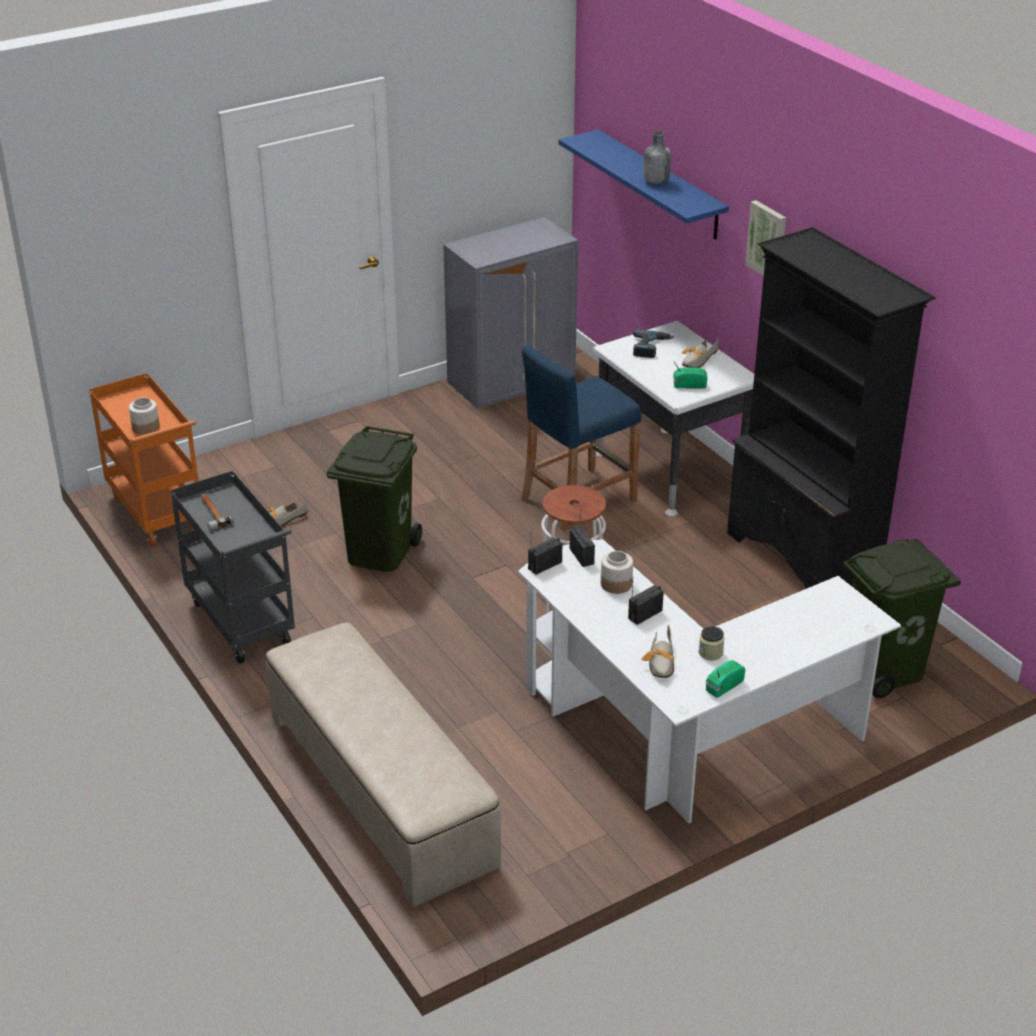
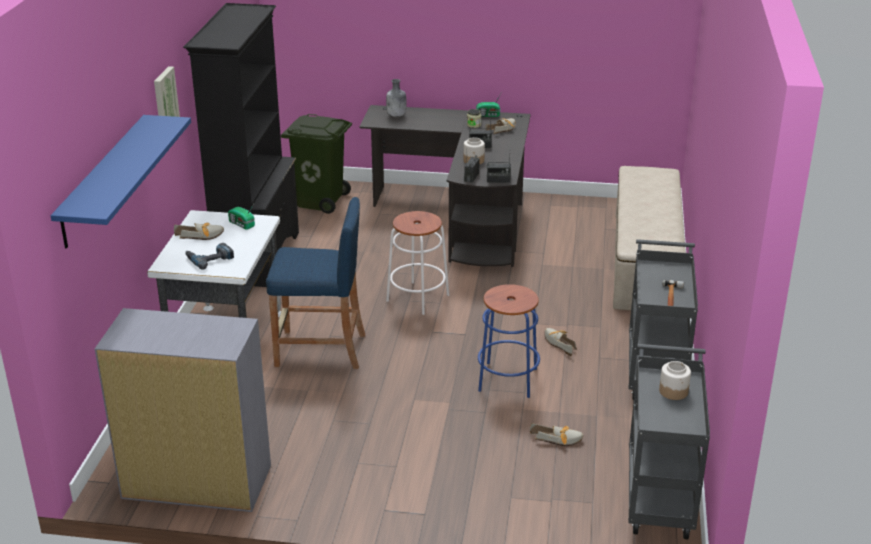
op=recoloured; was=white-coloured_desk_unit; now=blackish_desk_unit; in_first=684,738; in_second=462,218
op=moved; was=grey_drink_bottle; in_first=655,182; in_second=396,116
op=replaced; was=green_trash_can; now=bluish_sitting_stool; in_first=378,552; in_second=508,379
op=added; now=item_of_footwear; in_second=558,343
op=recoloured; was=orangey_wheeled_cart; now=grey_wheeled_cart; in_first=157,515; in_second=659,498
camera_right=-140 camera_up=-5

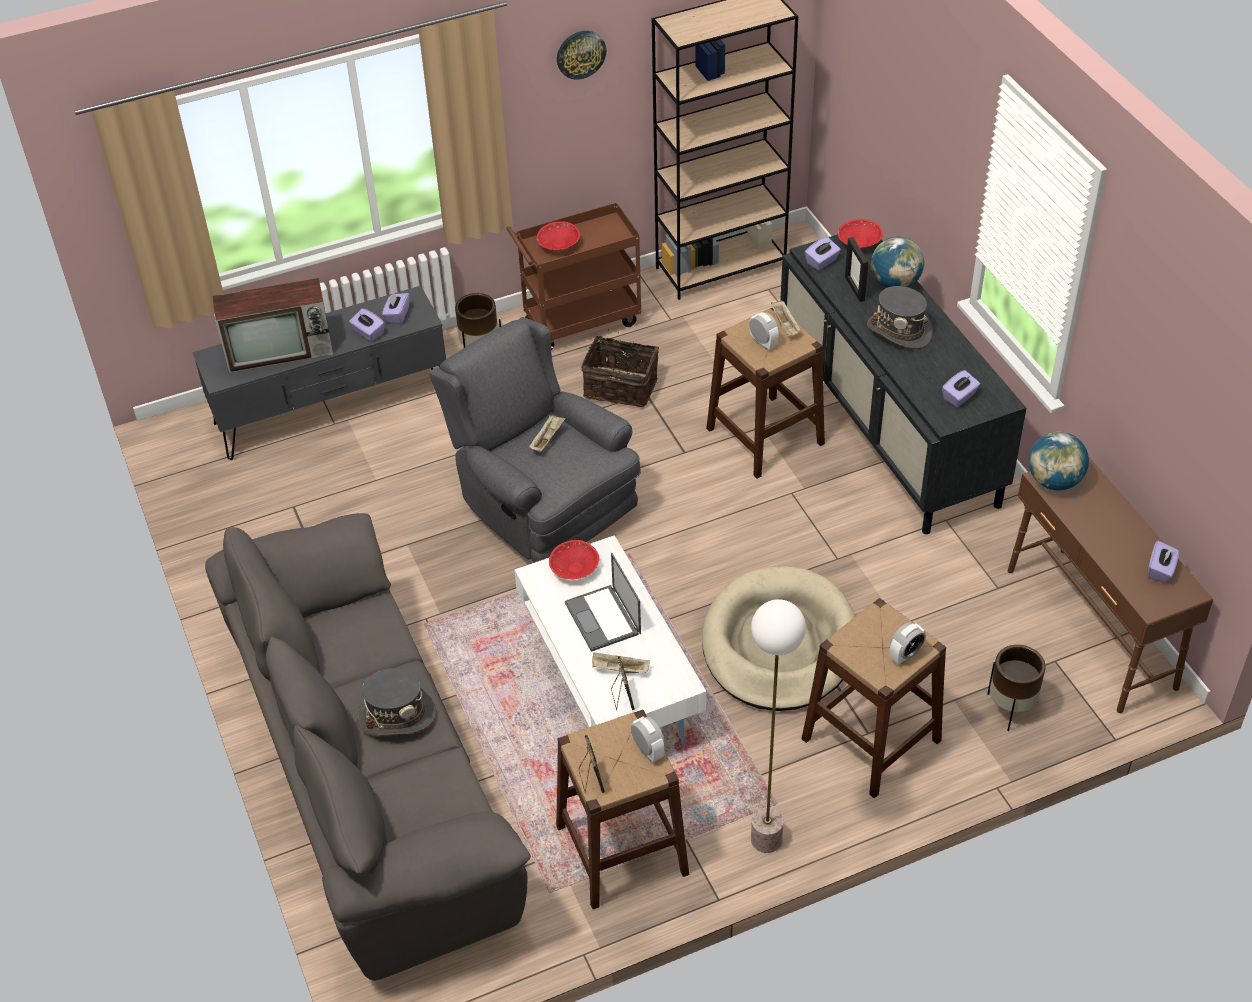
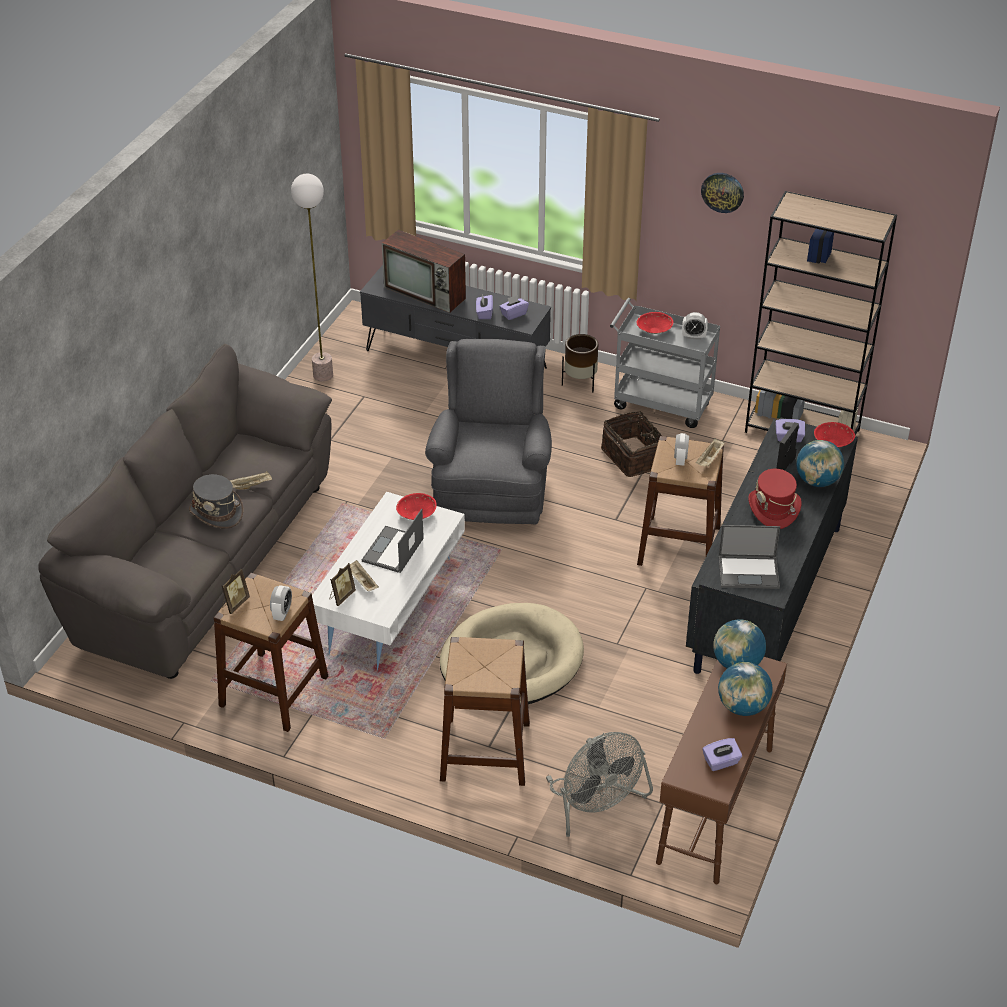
op=moved; was=beige_serving_tray; in_first=547,439; in_second=251,486
op=moved; was=floor_lamp; in_first=765,839; in_second=322,375
op=replaced; was=brown_flower_pot; now=grey_fan; in_first=1010,708; in_second=593,804
op=recoloured; was=brown_wheeled_cart; now=grey_wheeled_cart; in_first=578,326; in_second=659,407
op=moved; was=alarm_clock; in_first=905,655; in_second=693,336
op=replaced; was=purple_tissue_holder; now=laptop; in_first=959,397; in_second=749,572
op=added; now=globe; in_second=742,707
op=recoloured; was=grey_hat; now=reddish_hat; in_first=899,330; in_second=773,509
camera_right=45 camera_up=-5

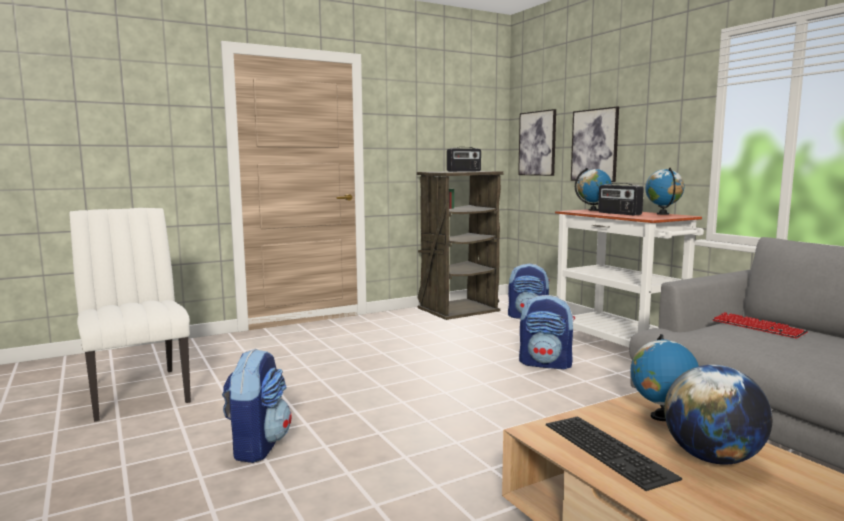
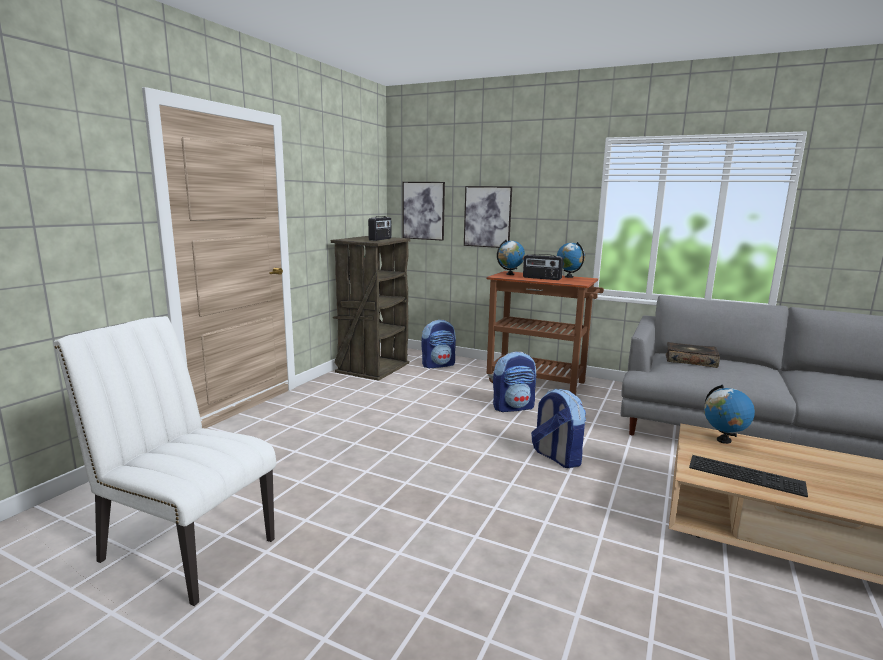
op=recoloured; was=white-coloured_wheeled_cart; now=brown_wheeled_cart; in_first=619,348; in_second=538,382
op=moved; was=backpack; in_first=257,446; in_second=556,457
op=replaced; was=keyboard; now=volume; in_first=757,327; in_second=690,361
op=removed; was=globe; in_first=713,458
camera_right=-35 camera_up=5

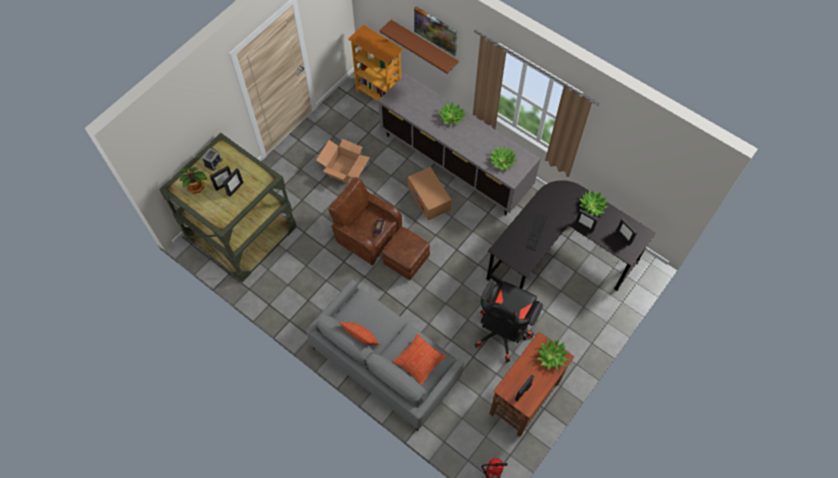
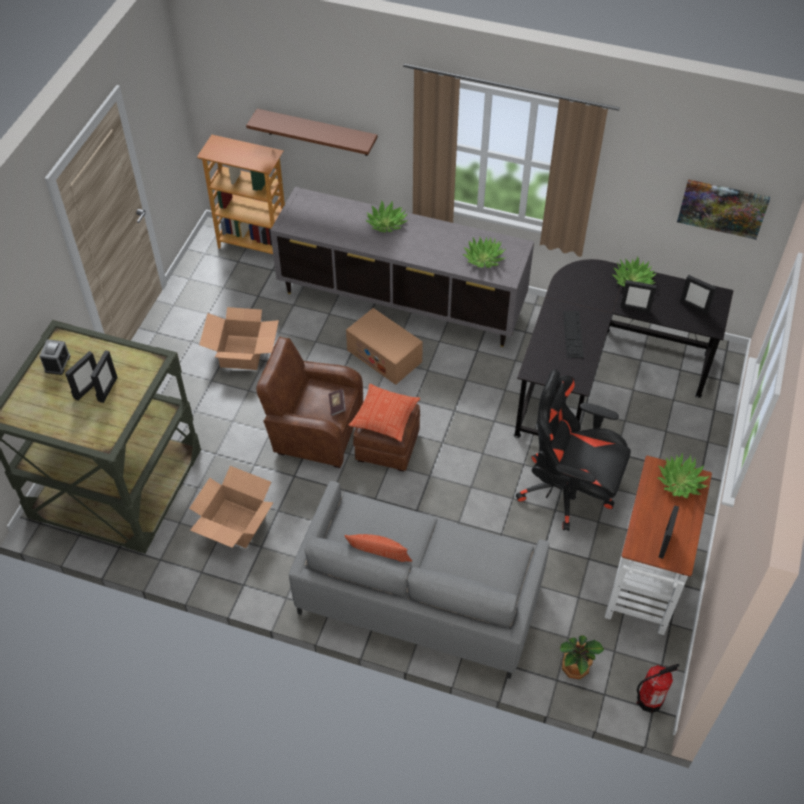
op=added; now=packing_box; in_second=235,524
op=moved; was=orangey_cushion; in_first=419,361; in_second=385,418
op=turned; was=blackish_office_chair; in_first=504,328; in_second=571,494; clockwise=105
op=moved; was=houseplant; in_first=196,187; in_second=576,668
op=recoloured; was=brown_wheeled_cart; now=white-coloured_wheeled_cart; in_first=523,400; in_second=644,583
op=moved; was=picture; in_first=436,30; in_second=722,208
camera_right=-20 camera_up=-10

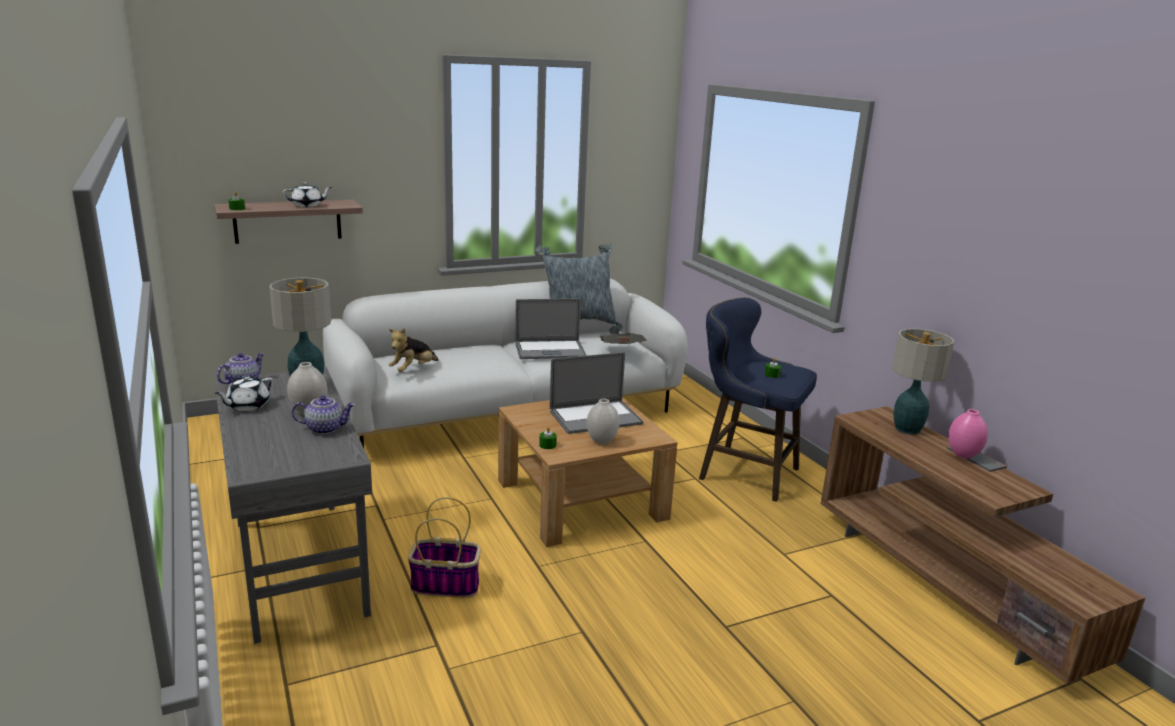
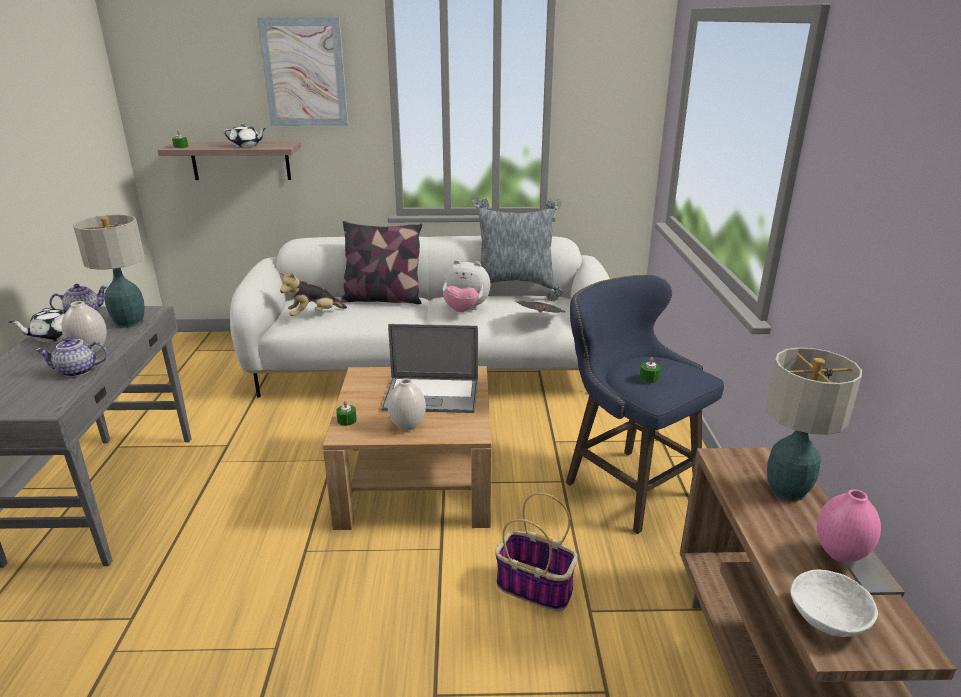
op=turned; was=teapot; in_first=325,428; in_second=76,371; clockwise=150
op=added; now=picture; in_second=304,73
op=added; now=cushion; in_second=382,299
op=replaced; was=laptop; now=plush_toy; in_first=550,350; in_second=465,310
op=moved; was=storage_basket; in_first=446,585; in_second=536,587
op=added; now=white-coloured_deep_dish; in_second=828,618
camera_right=25 camera_up=5

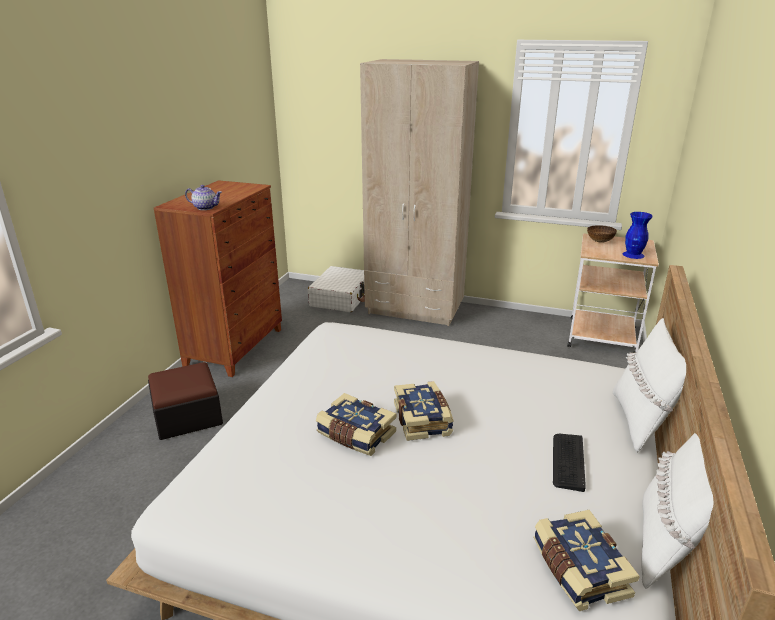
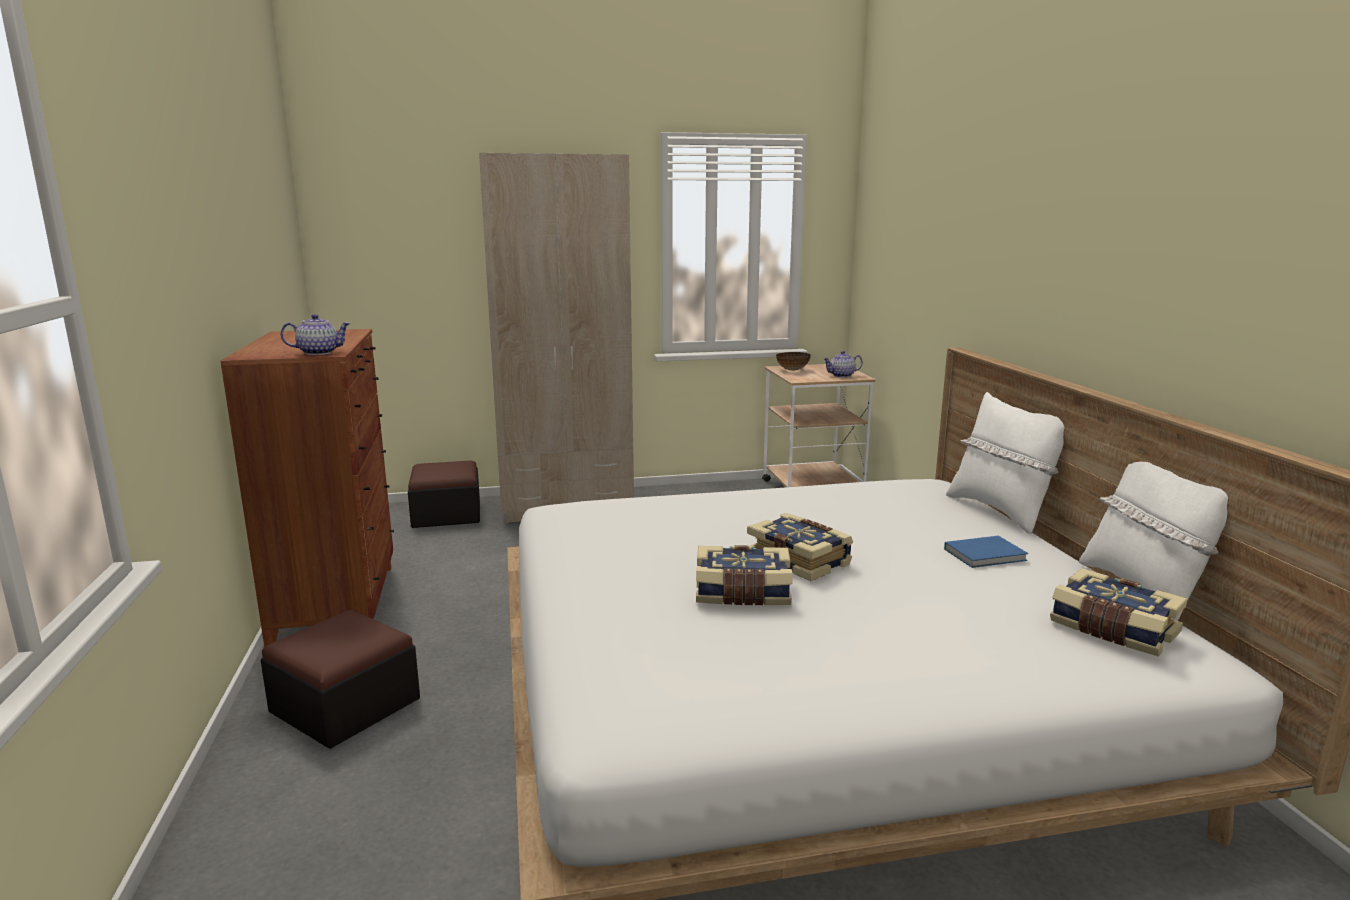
op=replaced; was=white-coloured_suitcase; now=footrest; in_first=341,298; in_second=446,514
op=replaced; was=bluish_vase; now=teapot; in_first=633,255; in_second=841,375
op=replaced; was=keyboard; now=bluish_volume; in_first=568,461; in_second=987,555
camera_right=-30 camera_up=-10

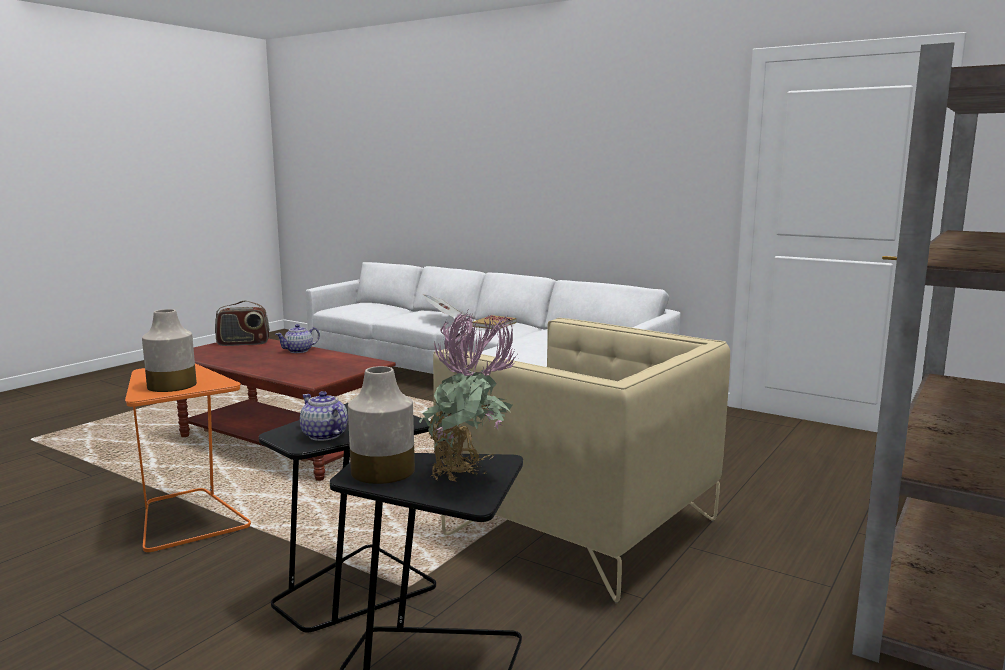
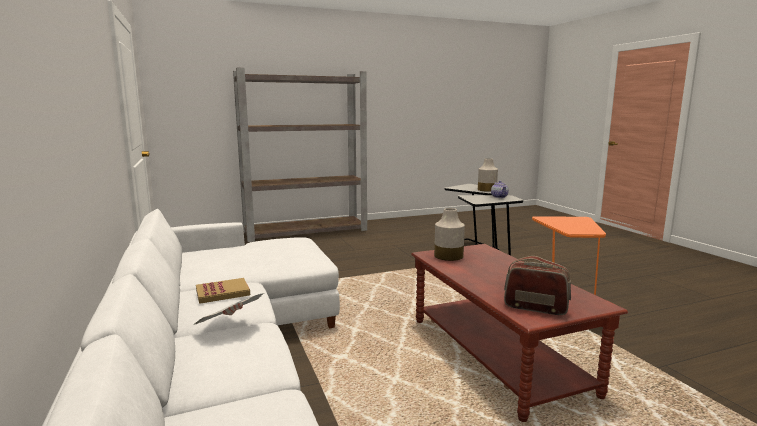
op=moved; was=beige_vase; in_first=172,385; in_second=448,256
op=removed; was=teapot; in_first=299,351
op=removed; was=houseplant; in_first=468,478
op=removed; was=beige_armchair; in_first=580,527
camera_right=-145 camera_up=0

